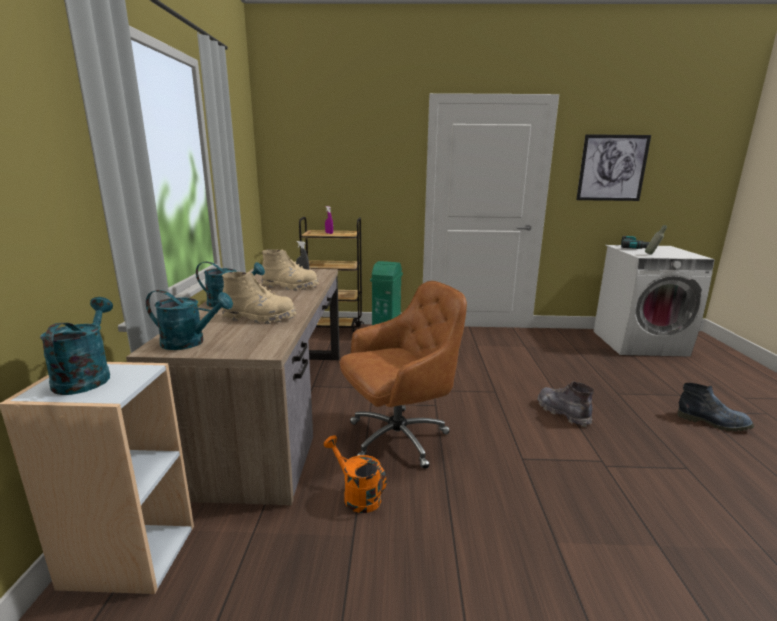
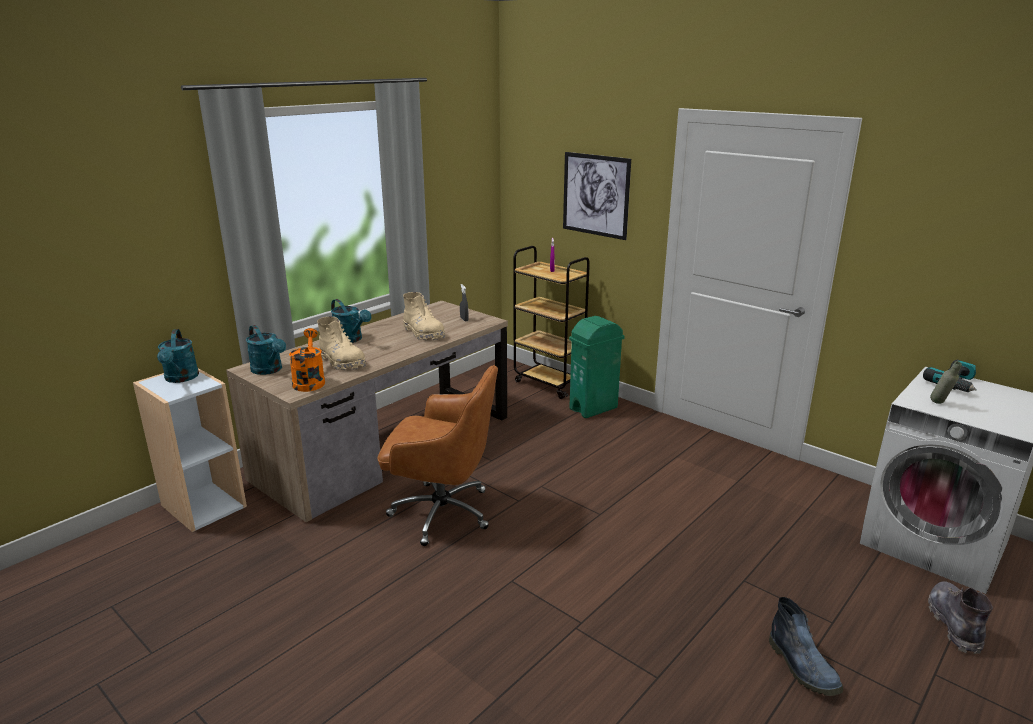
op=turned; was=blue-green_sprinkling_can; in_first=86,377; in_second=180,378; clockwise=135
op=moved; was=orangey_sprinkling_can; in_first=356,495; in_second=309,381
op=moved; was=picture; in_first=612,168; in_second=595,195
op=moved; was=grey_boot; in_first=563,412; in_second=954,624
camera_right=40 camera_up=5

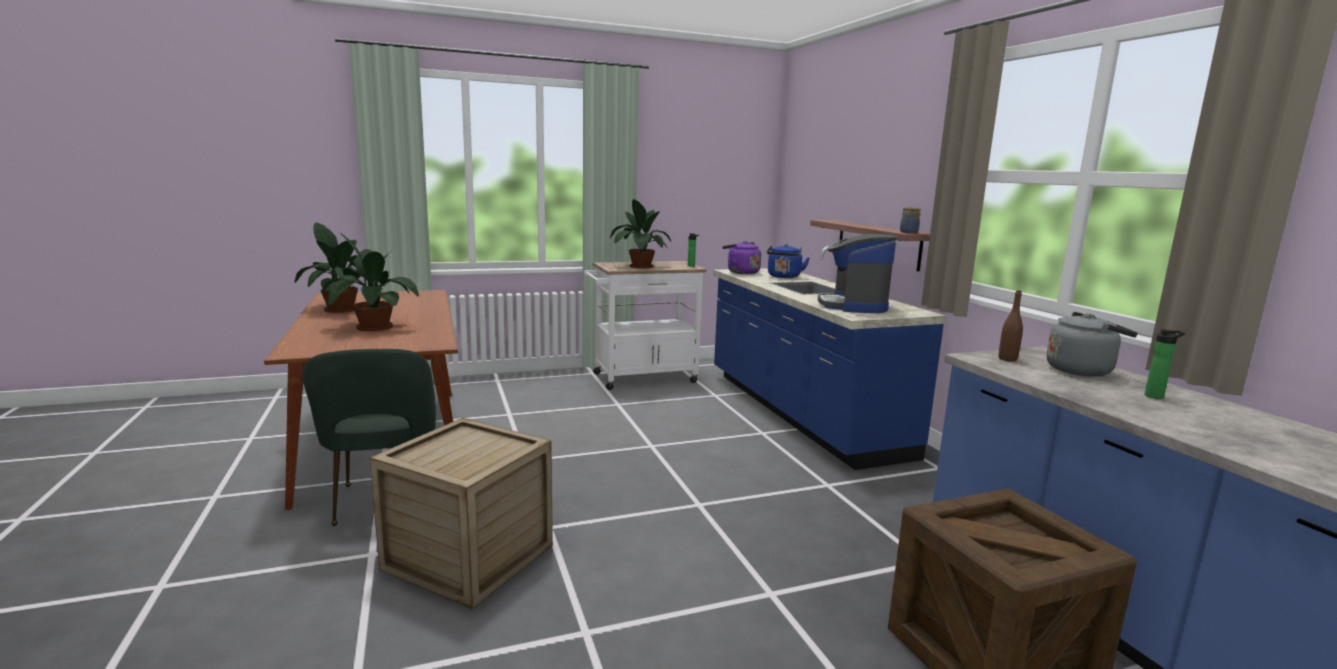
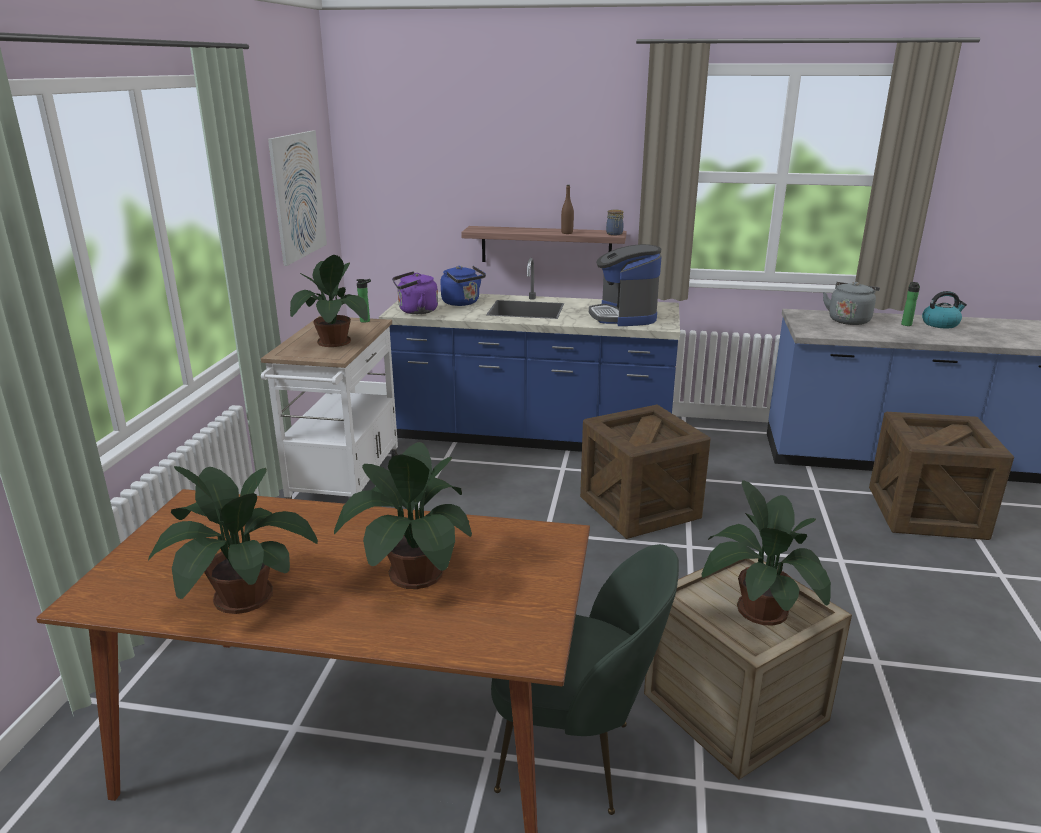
op=added; now=picture; in_second=298,196
op=moved; was=brown_drink_bottle; in_first=1007,359; in_second=567,233
op=added; now=crate; in_second=639,508
op=turned; was=coffee_machine; in_first=853,306; in_second=623,316; clockwise=45
op=added; now=houseplant; in_second=758,607
op=added; now=kettle; in_second=940,324
camera_right=-60 camera_up=10

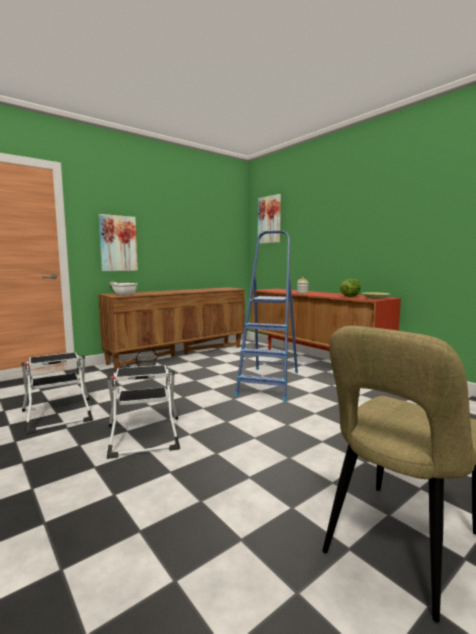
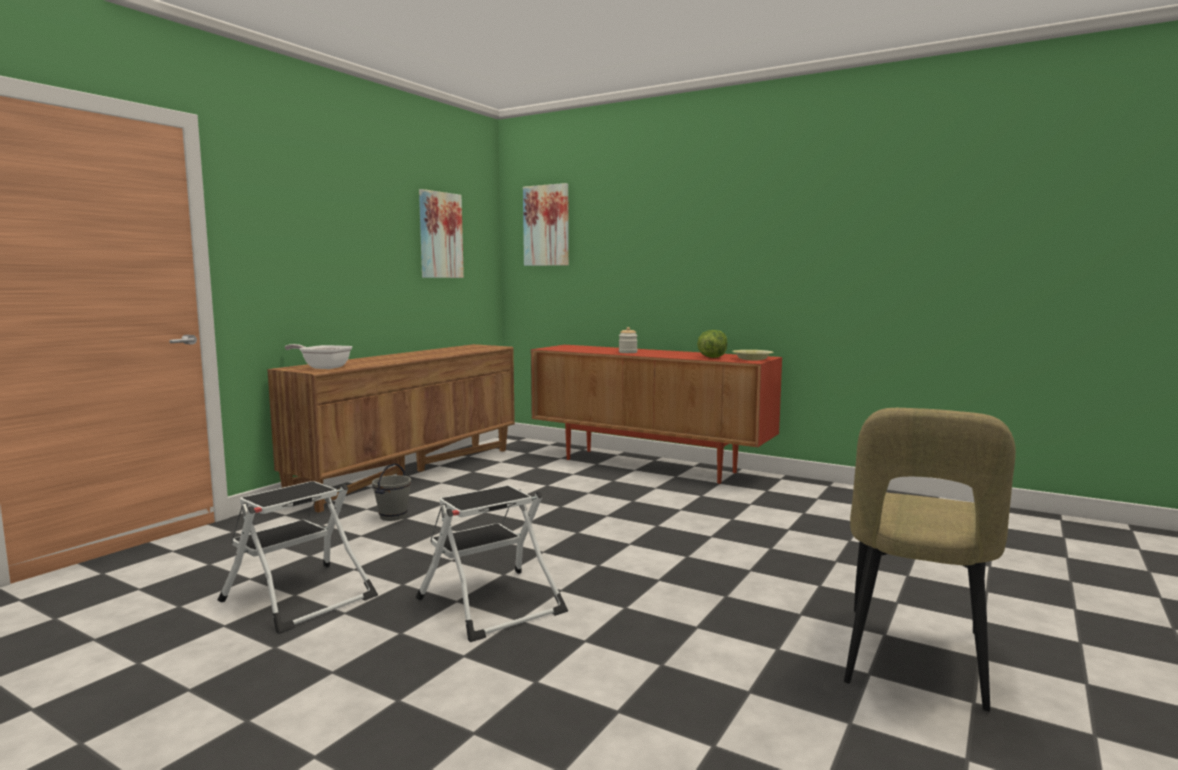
op=moved; was=picture; in_first=118,243; in_second=440,235
op=removed; was=bluish_stepladder; in_first=269,383
camera_right=-20 camera_up=0

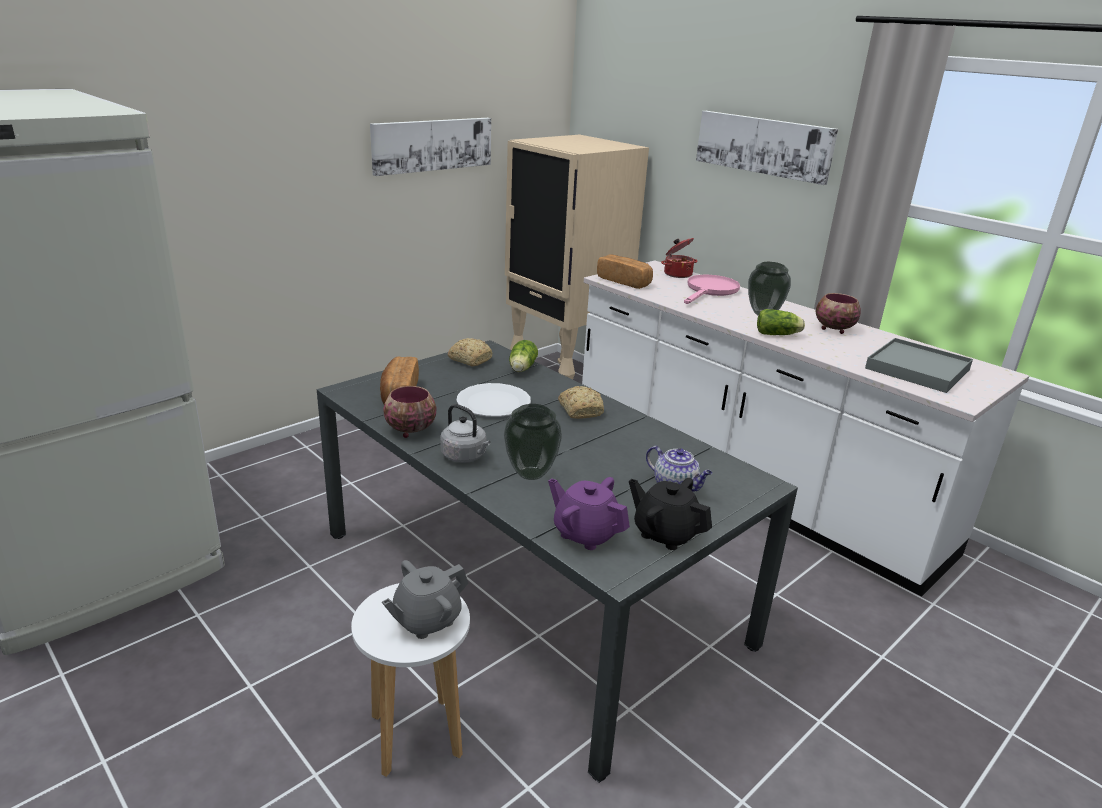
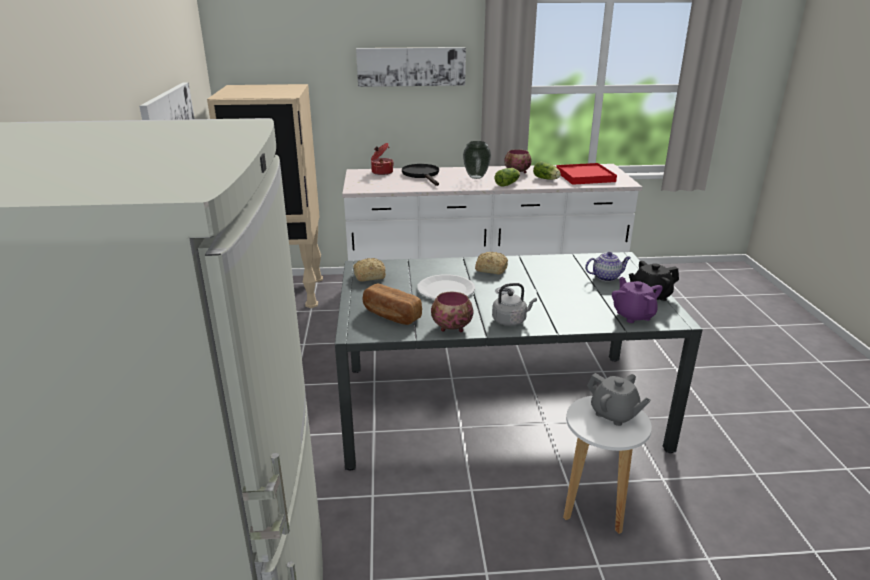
op=recoloured; was=pinkish_frying_pan; now=blackish_frying_pan; in_first=710,291; in_second=422,175
op=moved; was=head_of_lettuce; in_first=521,369; in_second=547,179
op=recoloured; was=grey_serving_tray; now=reddish_serving_tray; in_first=917,369; in_second=585,176
op=turned; was=grey_teapot; in_first=426,620; in_second=614,414; clockwise=-45
op=turned; was=purple_teapot; in_first=585,533; in_second=633,315; clockwise=90
op=removed; was=vase; in_first=532,474
op=removed; was=bakery_bread; in_first=624,282
camera_right=-50 camera_up=0

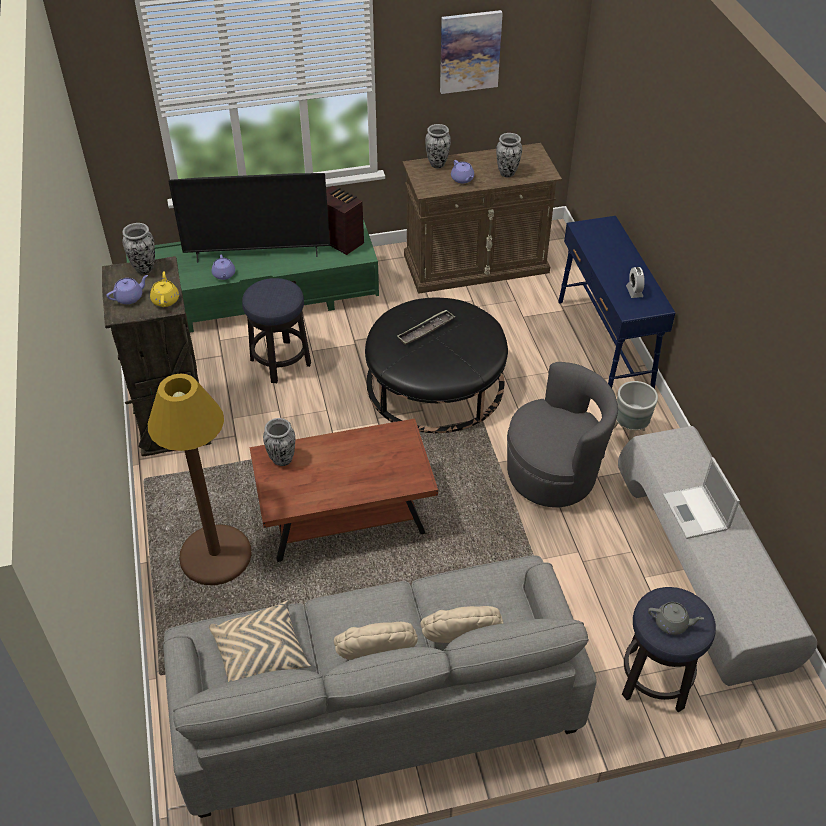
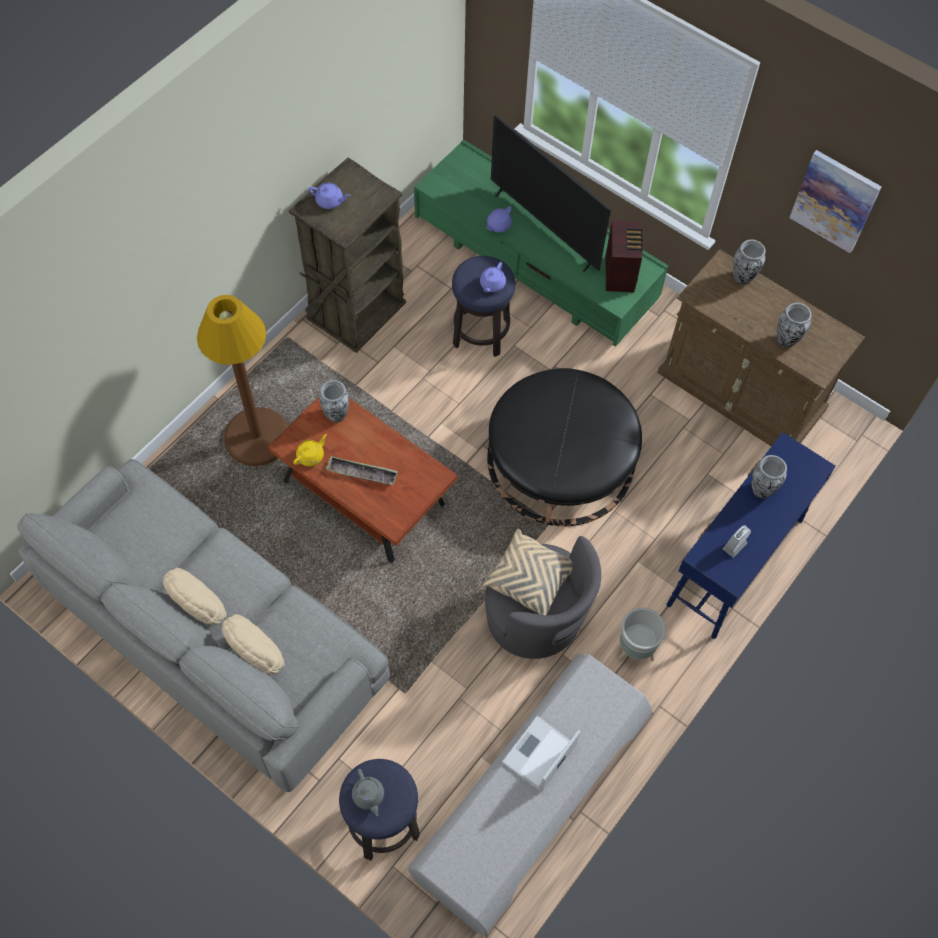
op=moved; was=yellow_teapot; in_first=165,299; in_second=311,456
op=moved; was=serving_tray; in_first=426,330; in_second=362,473
op=moved; was=purple_teapot; in_first=462,179; in_second=492,284
op=moved; was=beige_cushion; in_first=261,653; in_second=530,578
op=moved; was=vase; in_first=144,268; in_second=762,490
camera_right=50 camera_up=15

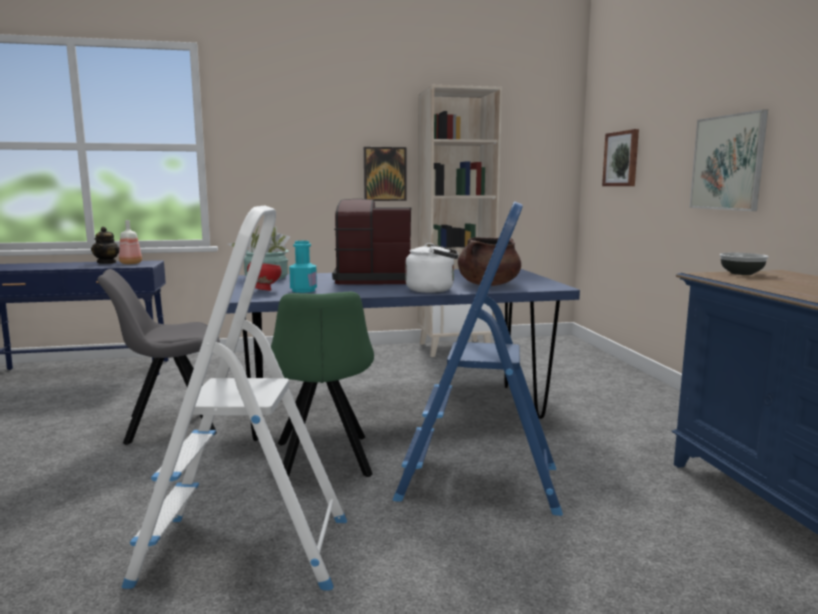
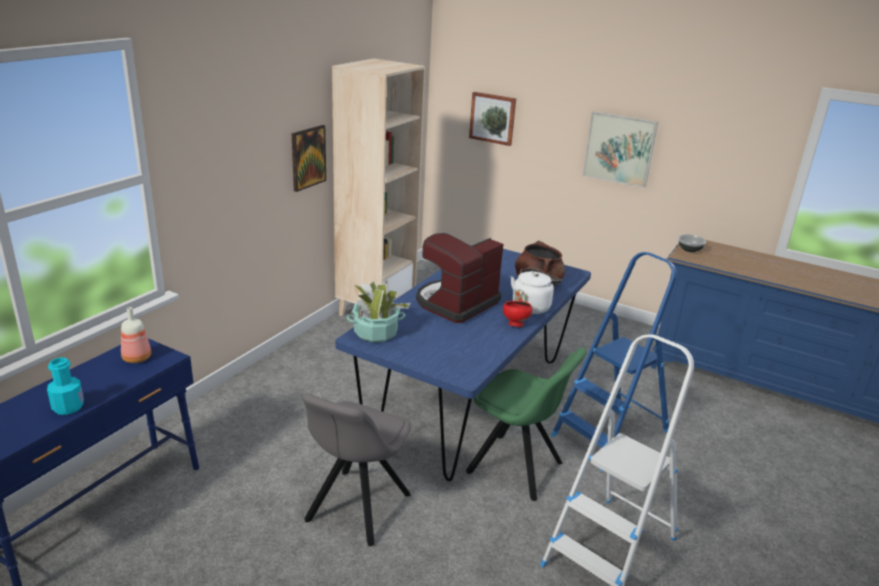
op=moved; was=blue-green_drink_bottle; in_first=303,290; in_second=68,407
op=moved; was=reddish_deep_dish; in_first=264,290; in_second=515,325
op=removed; was=teapot; in_first=107,263
camera_right=-50 camera_up=15

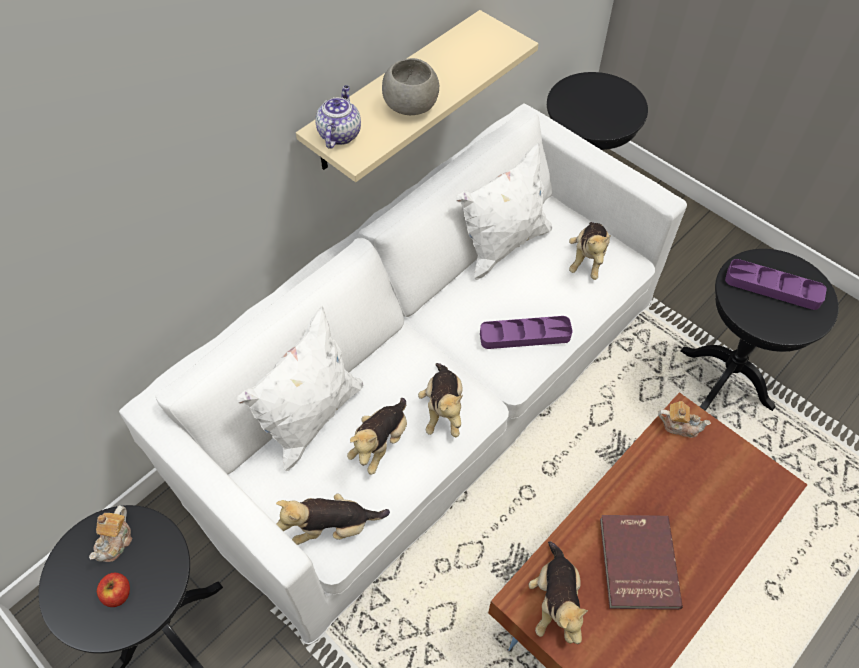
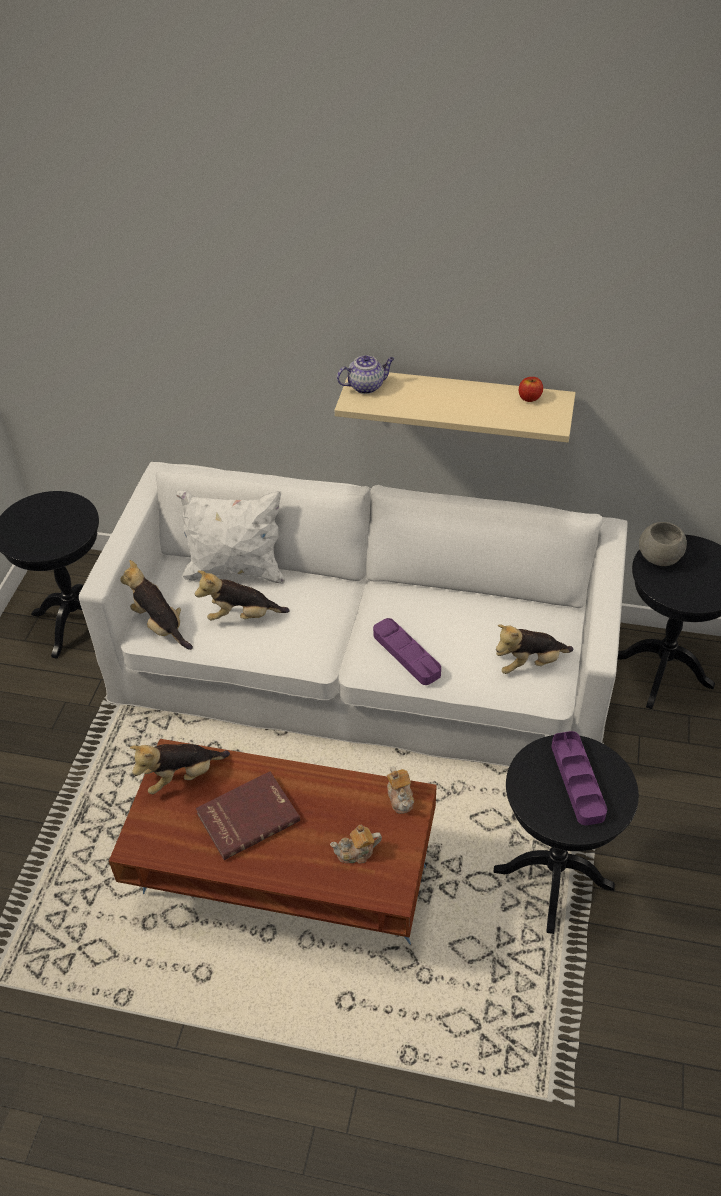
op=moved; was=teapot; in_first=116,541; in_second=356,852
op=moved; was=apple_fruit; in_first=118,594; in_second=529,398
op=moved; was=grey_deep_dish; in_first=410,106; in_second=659,557
op=removed; was=plush_toy; in_first=443,409
op=removed; was=white-coloured_cushion; in_first=503,245
camera_right=60 camera_up=-10

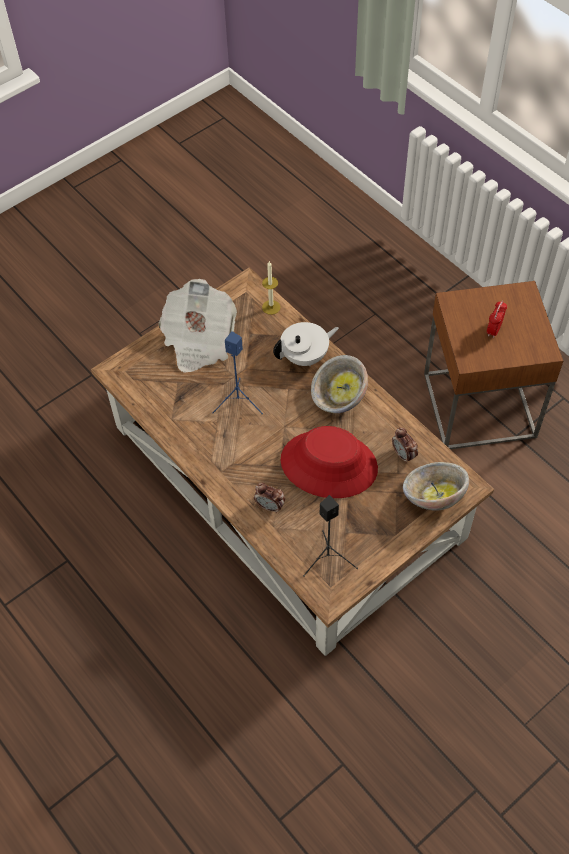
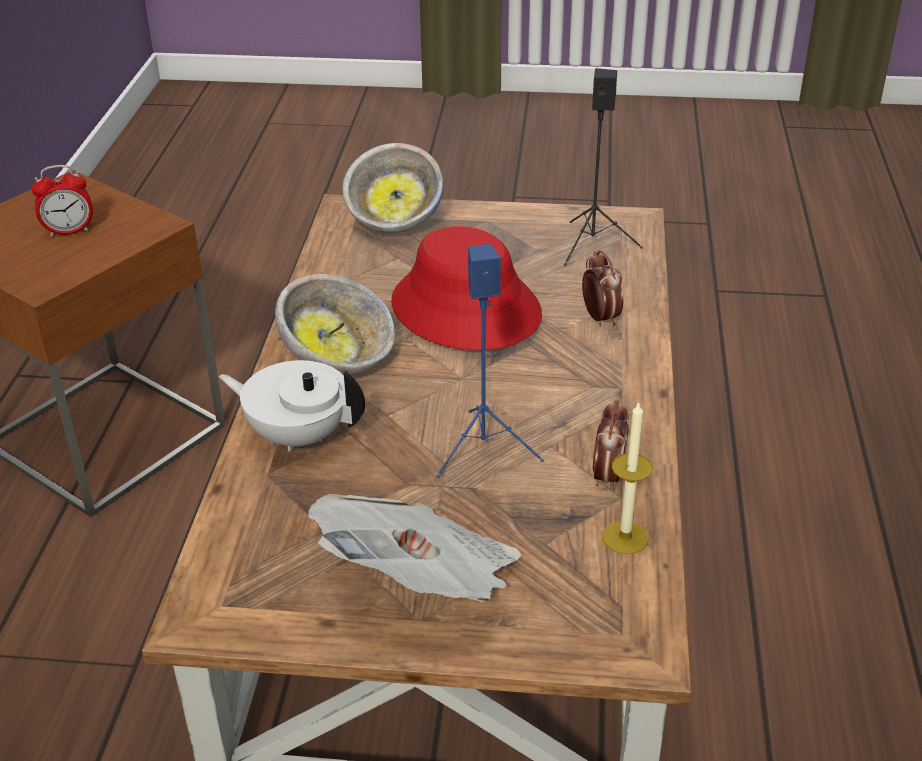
op=moved; was=alarm_clock; in_first=403,455; in_second=608,476
op=moved; was=candle; in_first=271,307; in_second=625,537
camera_right=-135 camera_up=-20

